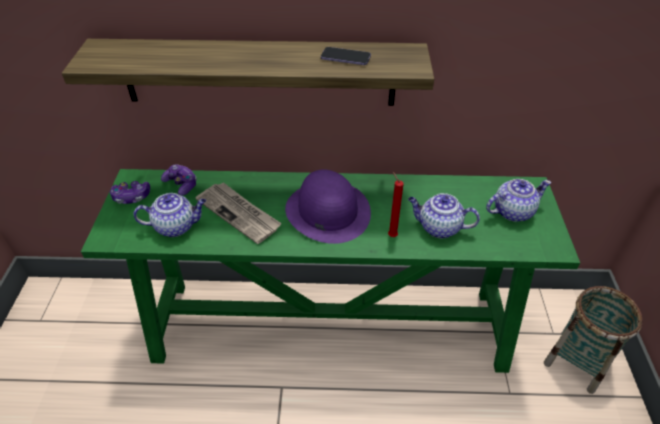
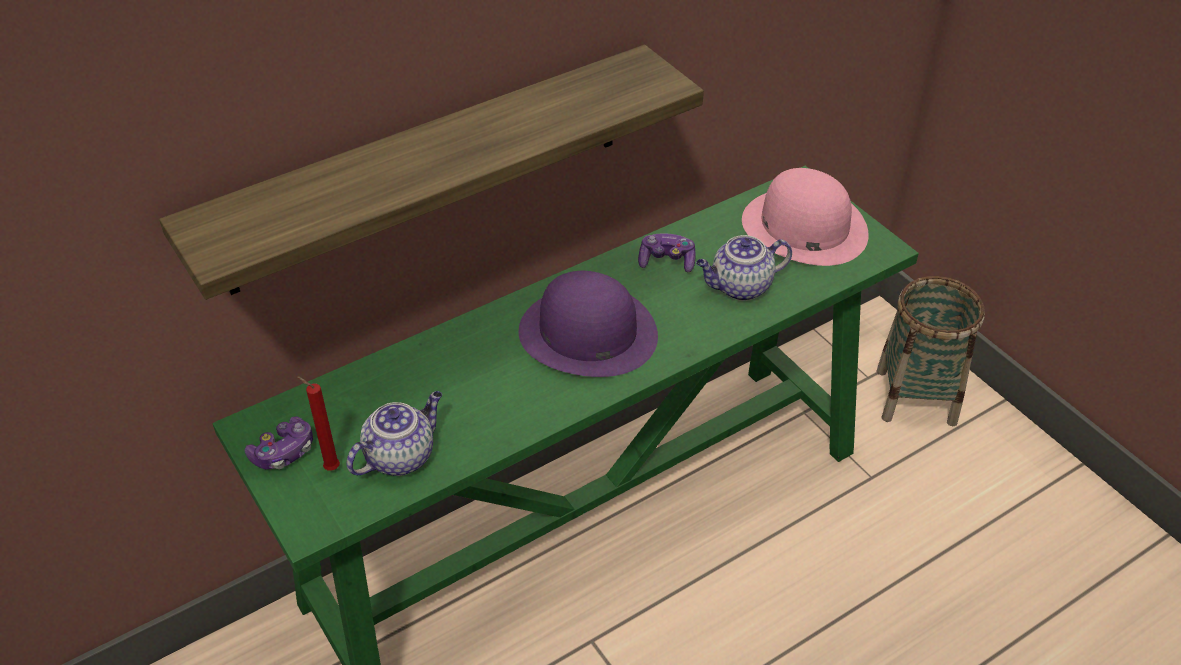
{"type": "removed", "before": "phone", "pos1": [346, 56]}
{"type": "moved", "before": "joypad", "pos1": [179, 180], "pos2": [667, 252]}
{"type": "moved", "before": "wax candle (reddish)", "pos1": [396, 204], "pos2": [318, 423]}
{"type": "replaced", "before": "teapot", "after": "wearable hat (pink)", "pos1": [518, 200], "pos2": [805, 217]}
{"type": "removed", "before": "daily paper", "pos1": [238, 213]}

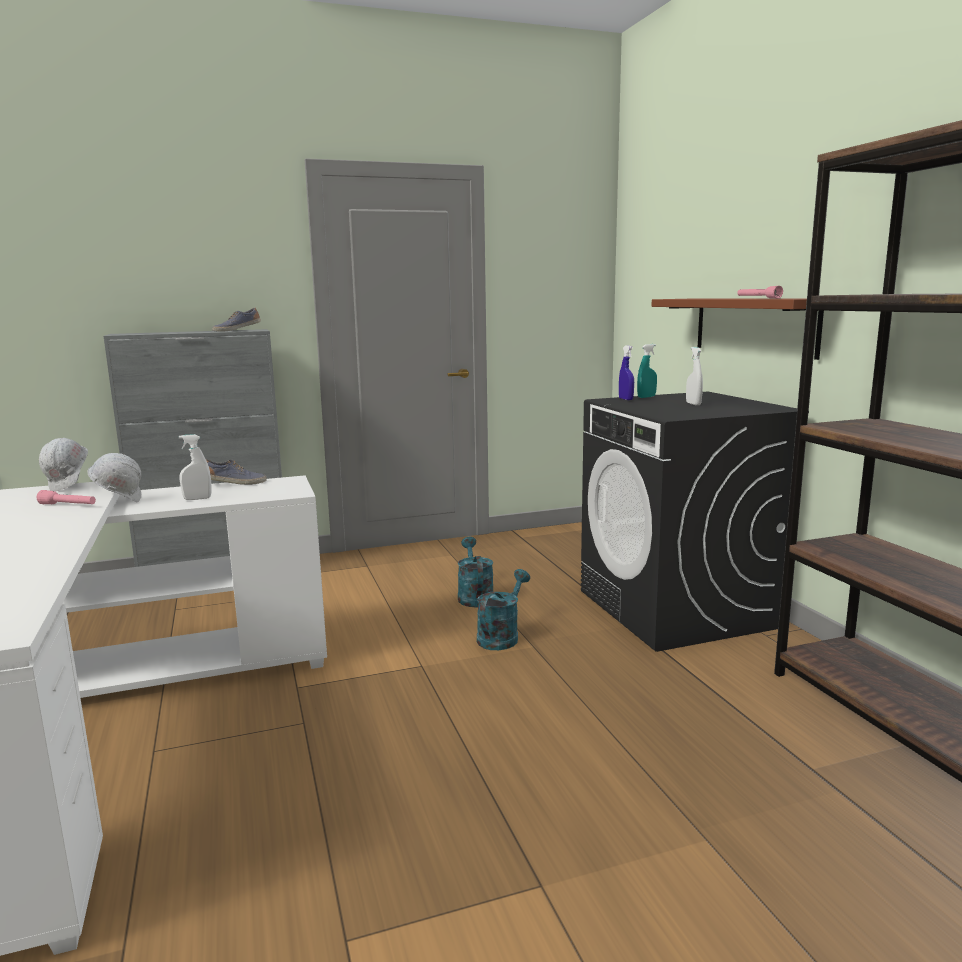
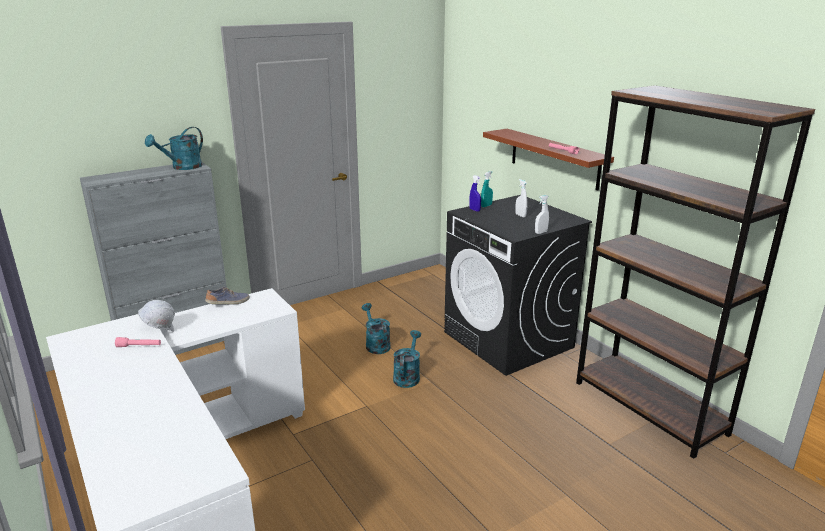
{"type": "replaced", "before": "low shoe", "after": "watering pot (blue-green)", "pos1": [236, 319], "pos2": [174, 148]}
{"type": "moved", "before": "hand sprayer (white-coloured)", "pos1": [195, 467], "pos2": [542, 214]}
{"type": "removed", "before": "work helmet (white-coloured)", "pos1": [63, 464]}

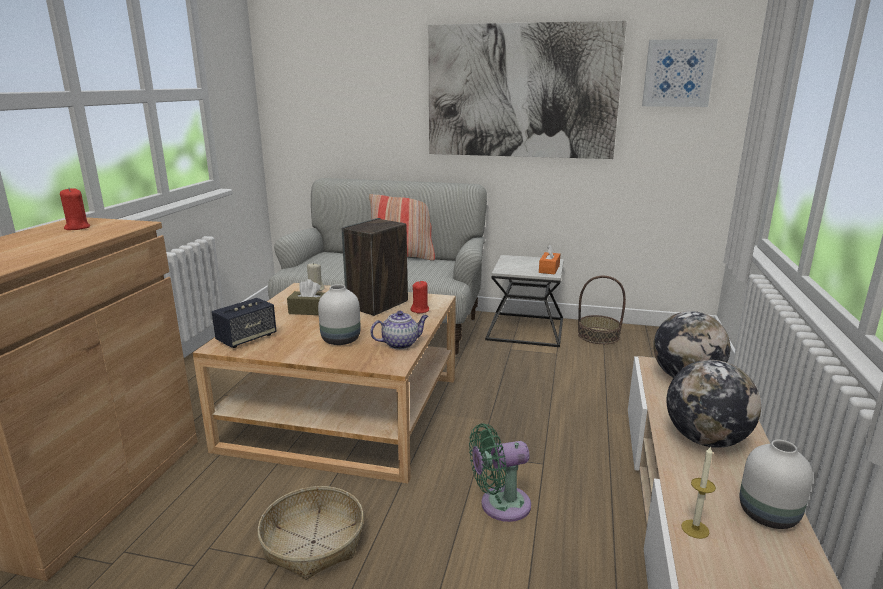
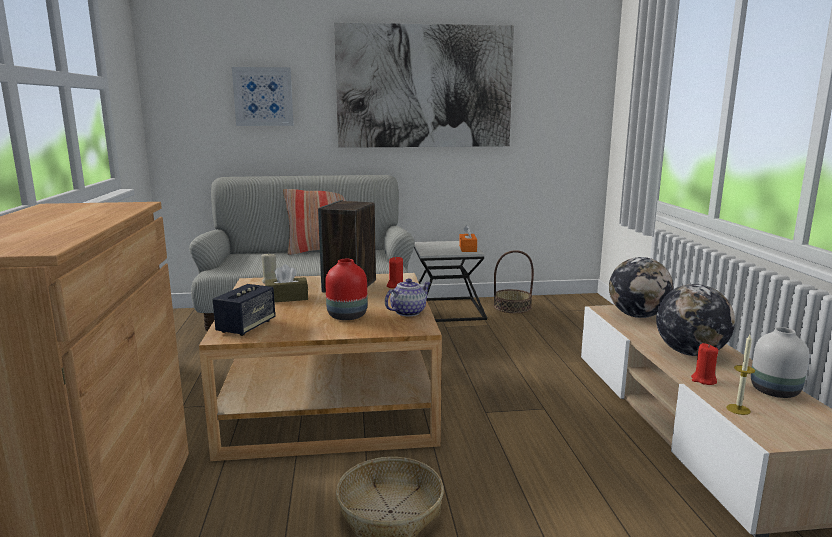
{"type": "moved", "before": "picture", "pos1": [680, 73], "pos2": [262, 96]}
{"type": "moved", "before": "wax candle (reddish)", "pos1": [75, 208], "pos2": [704, 364]}
{"type": "recoloured", "before": "flower vase (white-coloured)", "after": "flower vase (reddish)", "pos1": [339, 314], "pos2": [346, 289]}
{"type": "removed", "before": "fan (greenish)", "pos1": [500, 472]}

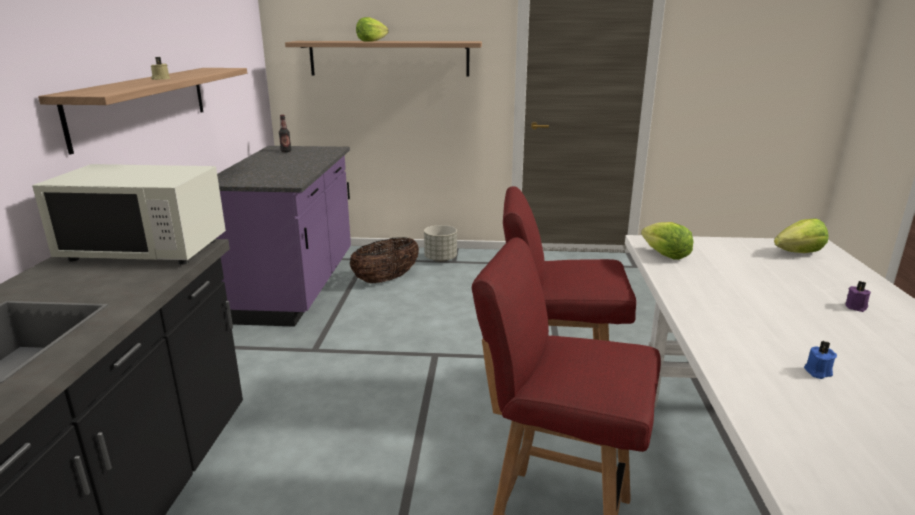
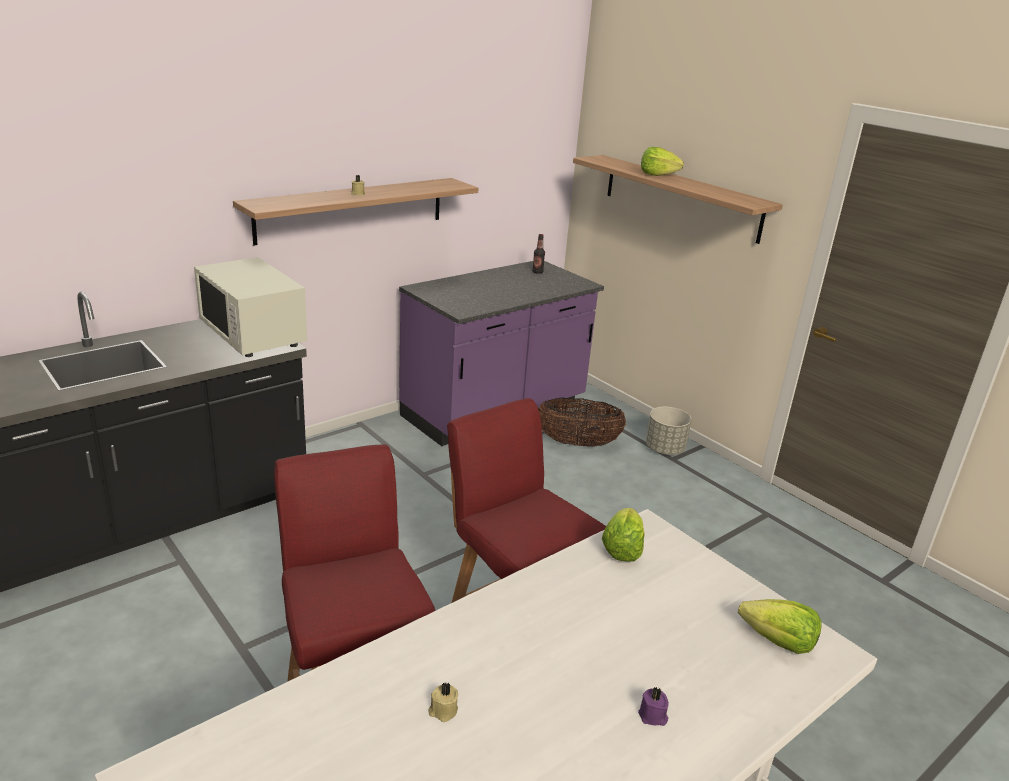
{"type": "recoloured", "before": "wax candle (bluish)", "after": "wax candle (beige-coloured)", "pos1": [820, 360], "pos2": [443, 702]}

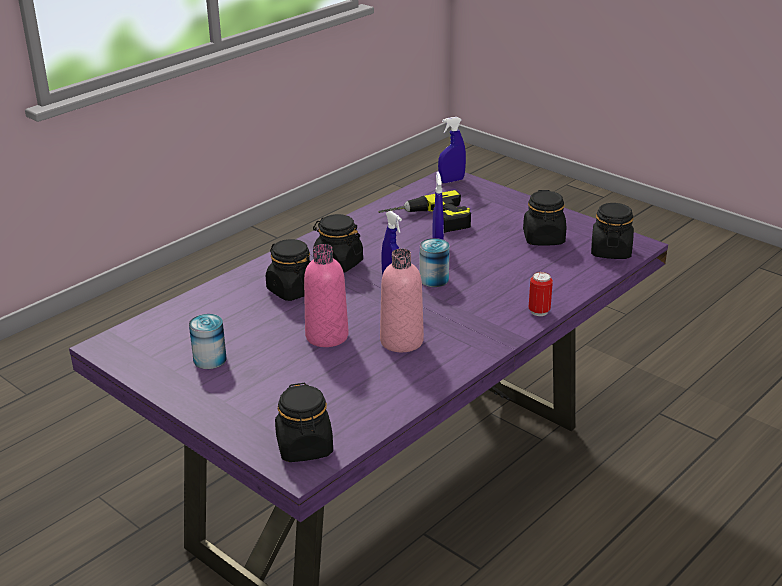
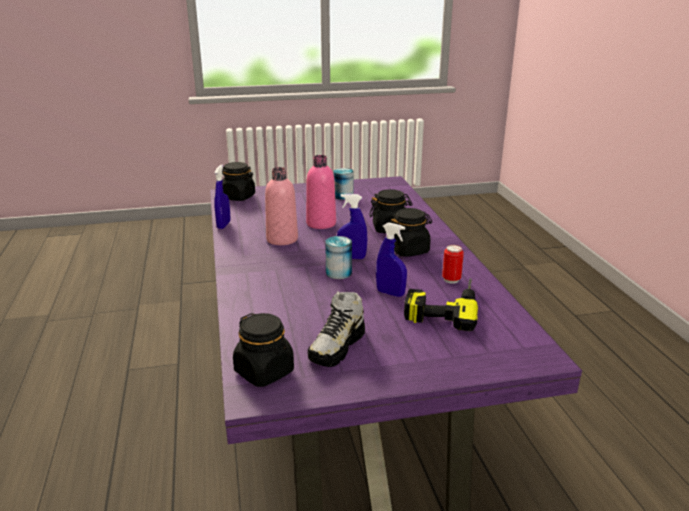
{"type": "moved", "before": "hand sprayer (bluish)", "pos1": [452, 150], "pos2": [222, 196]}
{"type": "replaced", "before": "storage jar (black-coloured)", "after": "low shoe", "pos1": [544, 218], "pos2": [336, 329]}
{"type": "moved", "before": "metal can", "pos1": [541, 294], "pos2": [453, 264]}

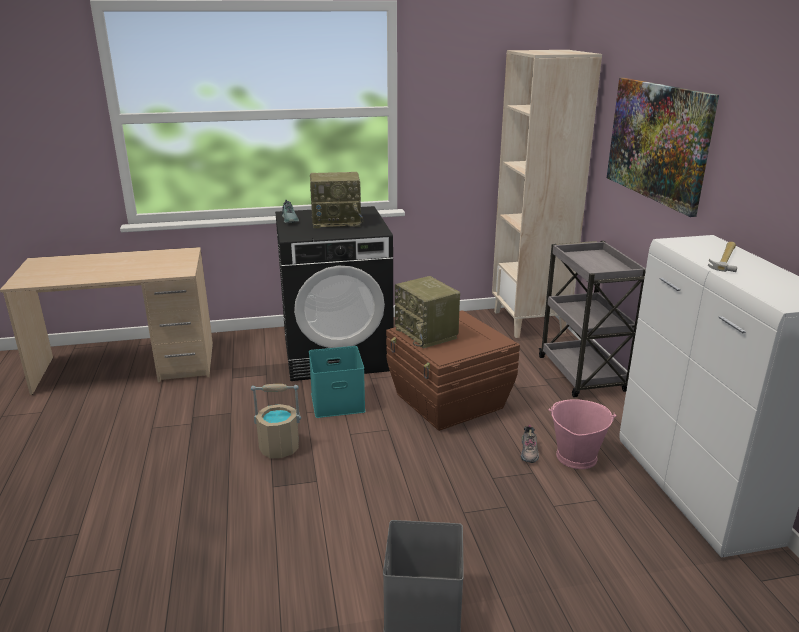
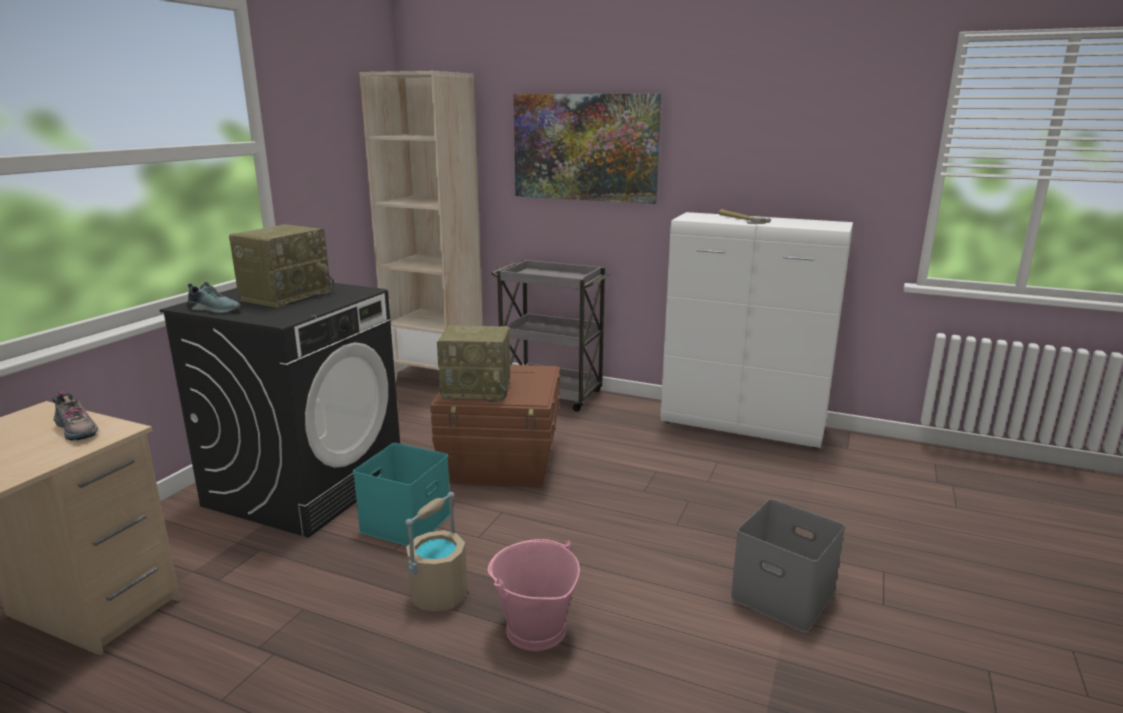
{"type": "moved", "before": "bucket (pink)", "pos1": [582, 434], "pos2": [533, 595]}
{"type": "moved", "before": "low shoe", "pos1": [530, 444], "pos2": [75, 416]}

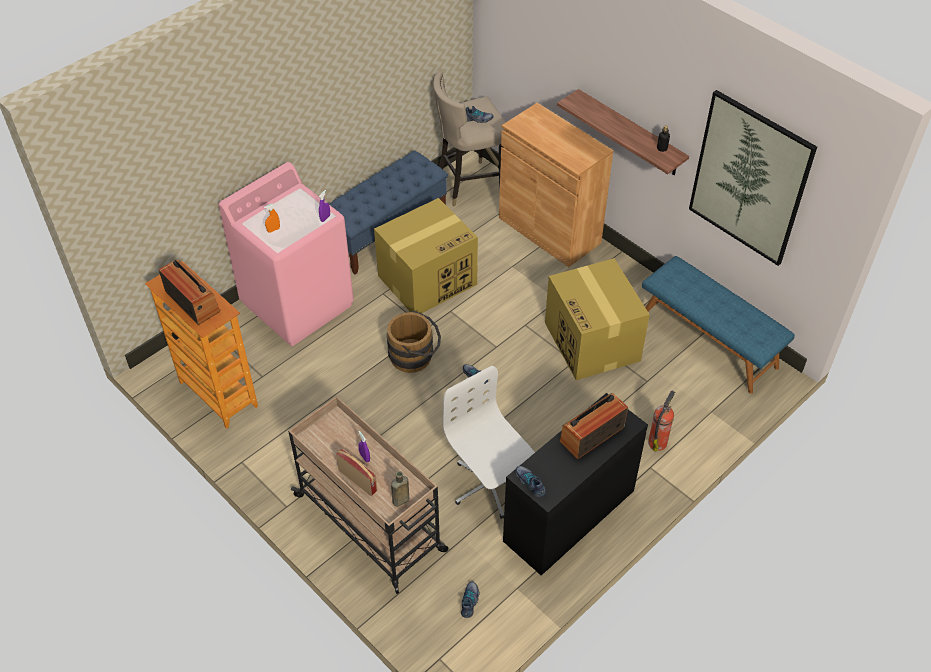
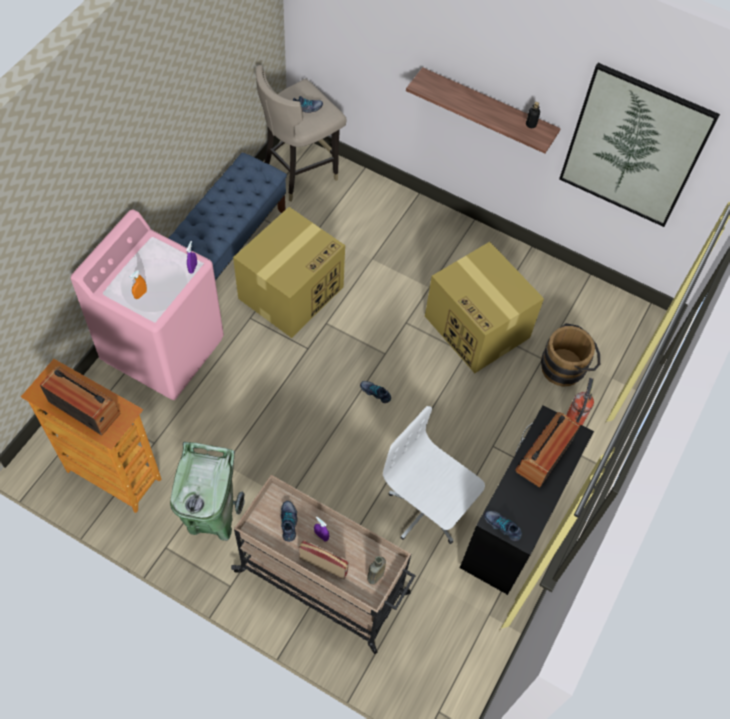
{"type": "removed", "before": "storage cabinet (brownish)", "pos1": [556, 185]}
{"type": "removed", "before": "bench (bluish)", "pos1": [718, 325]}
{"type": "moved", "before": "bucket (brownish)", "pos1": [414, 342], "pos2": [570, 354]}
{"type": "moved", "before": "low shoe", "pos1": [470, 600], "pos2": [289, 521]}
{"type": "added", "after": "waste bin (greenish)", "pos2": [207, 491]}

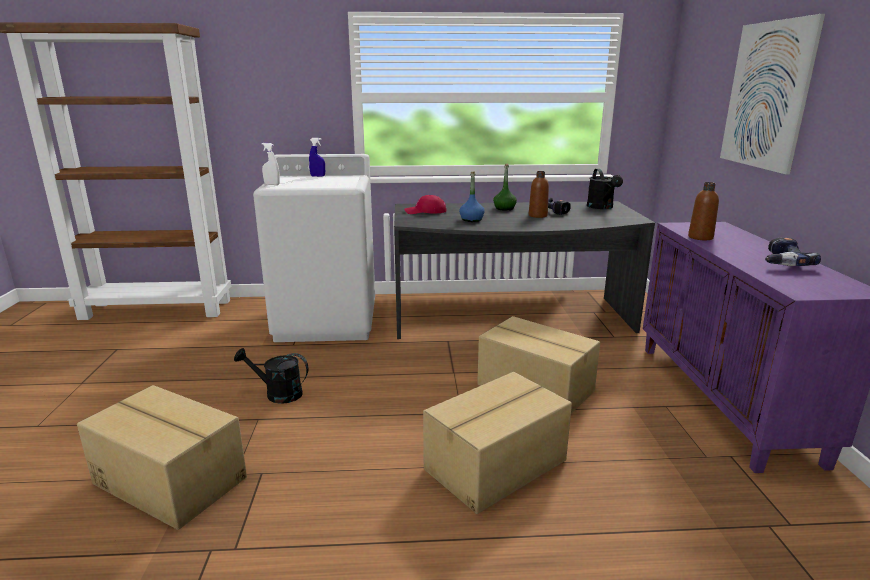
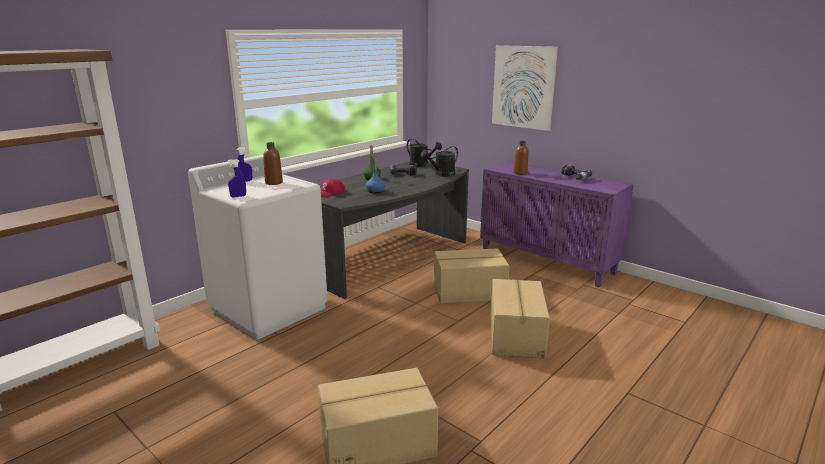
{"type": "recoloured", "before": "hand sprayer (white-coloured)", "after": "hand sprayer (bluish)", "pos1": [270, 164], "pos2": [236, 178]}
{"type": "moved", "before": "beverage bottle (brownish)", "pos1": [539, 194], "pos2": [273, 163]}
{"type": "moved", "before": "watering pot (black-coloured)", "pos1": [271, 376], "pos2": [439, 161]}

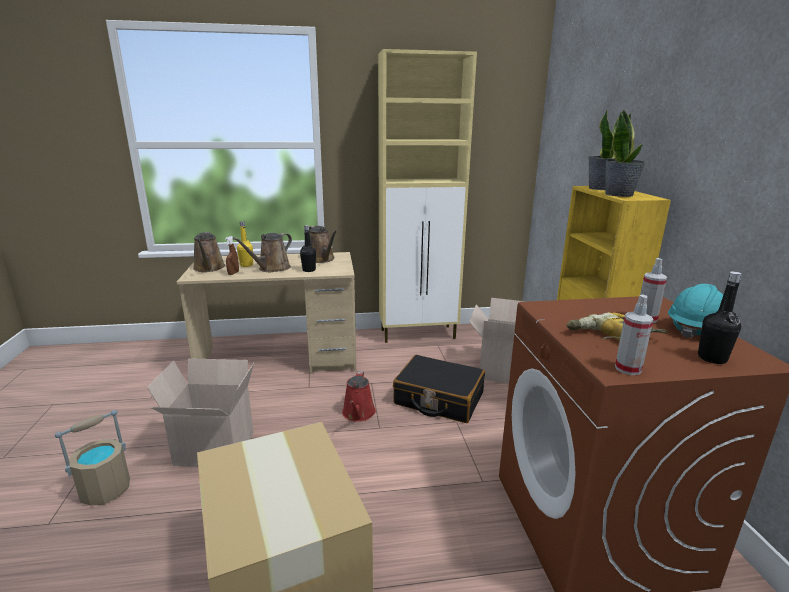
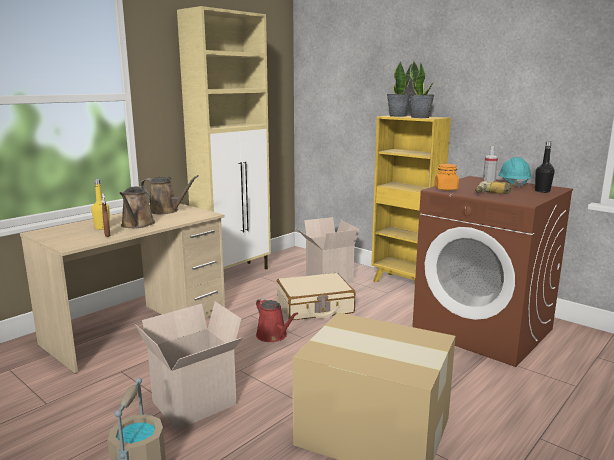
{"type": "removed", "before": "beverage bottle (black-coloured)", "pos1": [308, 248]}
{"type": "removed", "before": "watering pot (brownish)", "pos1": [209, 252]}
{"type": "removed", "before": "hand sprayer", "pos1": [634, 335]}
{"type": "recoloured", "before": "suitcase (black-coloured)", "after": "suitcase (beige-coloured)", "pos1": [439, 389], "pos2": [315, 296]}
{"type": "added", "after": "storage jar (orangey)", "pos2": [446, 177]}

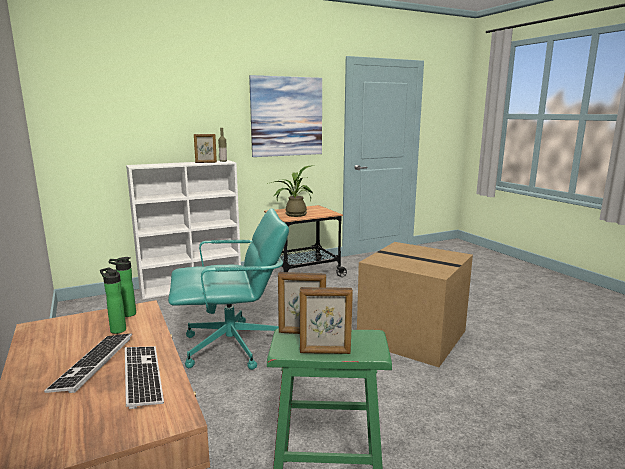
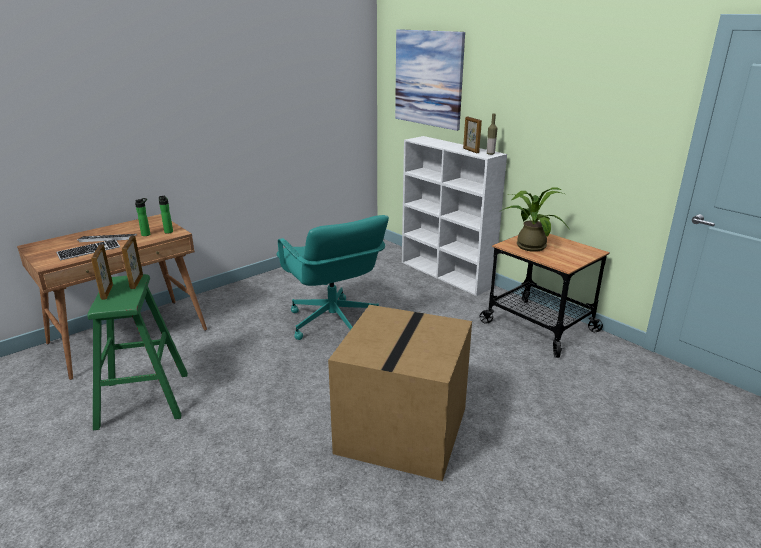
{"type": "moved", "before": "picture", "pos1": [285, 116], "pos2": [430, 80]}

